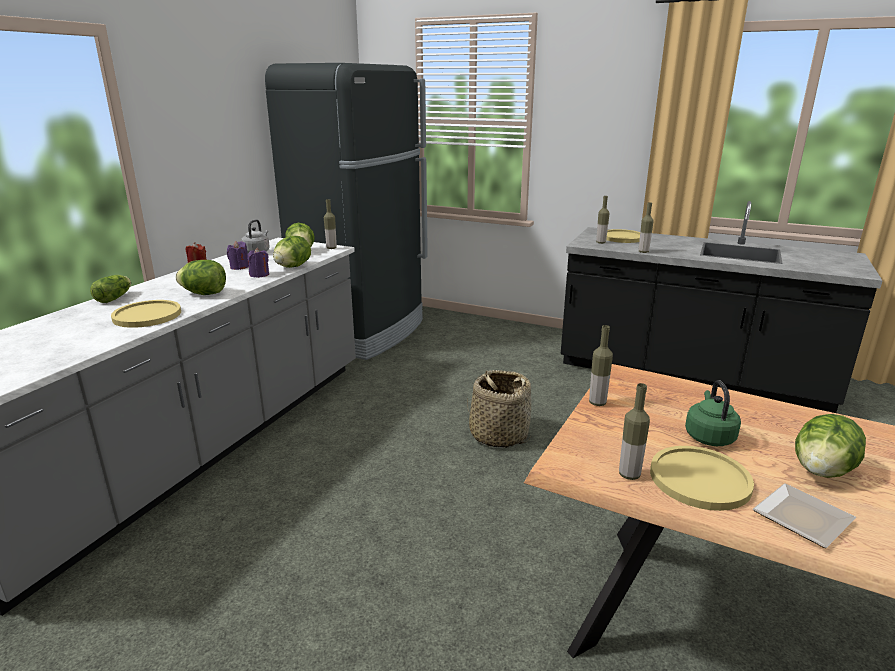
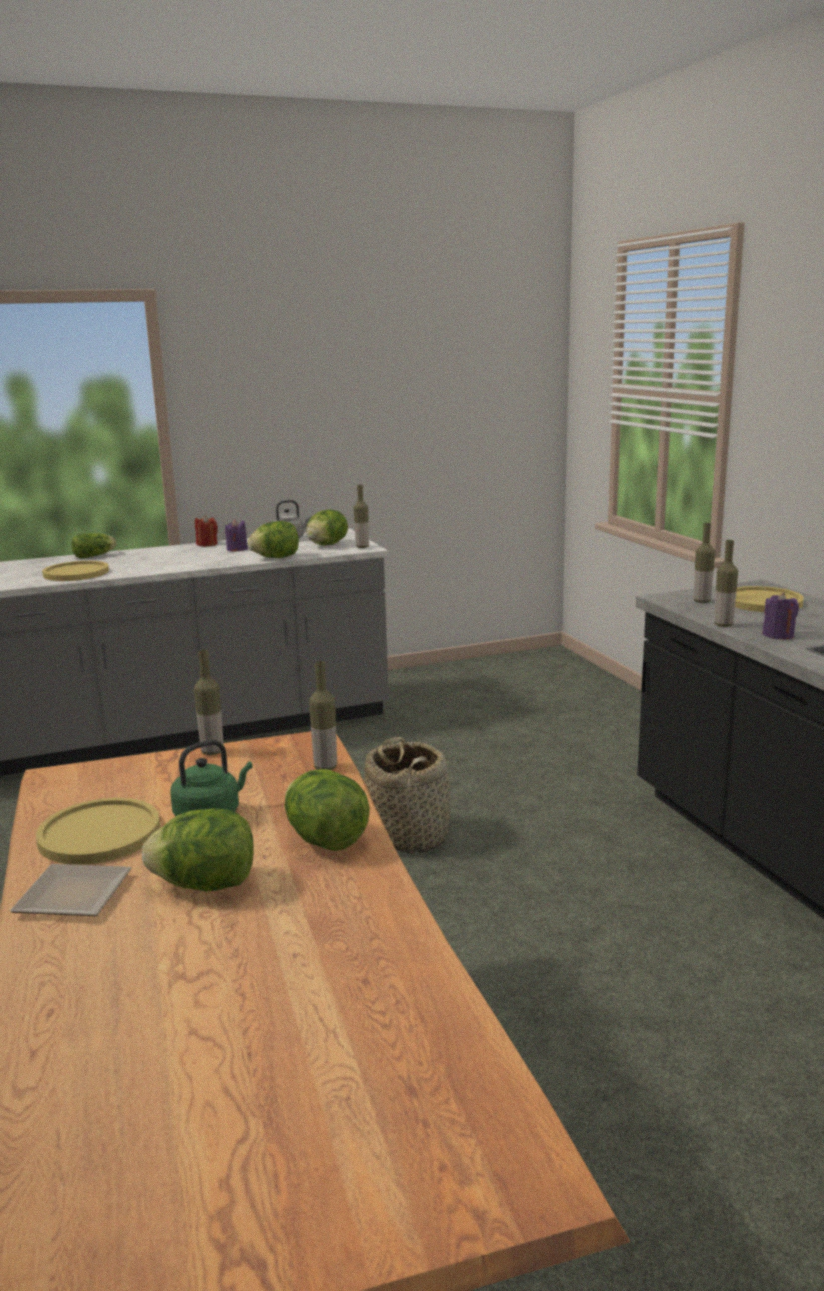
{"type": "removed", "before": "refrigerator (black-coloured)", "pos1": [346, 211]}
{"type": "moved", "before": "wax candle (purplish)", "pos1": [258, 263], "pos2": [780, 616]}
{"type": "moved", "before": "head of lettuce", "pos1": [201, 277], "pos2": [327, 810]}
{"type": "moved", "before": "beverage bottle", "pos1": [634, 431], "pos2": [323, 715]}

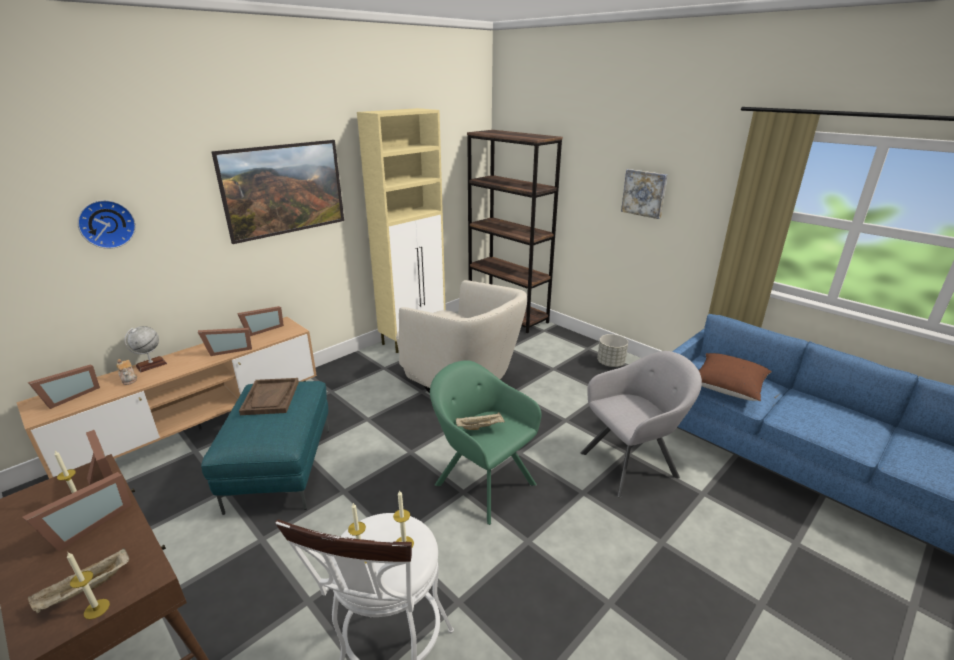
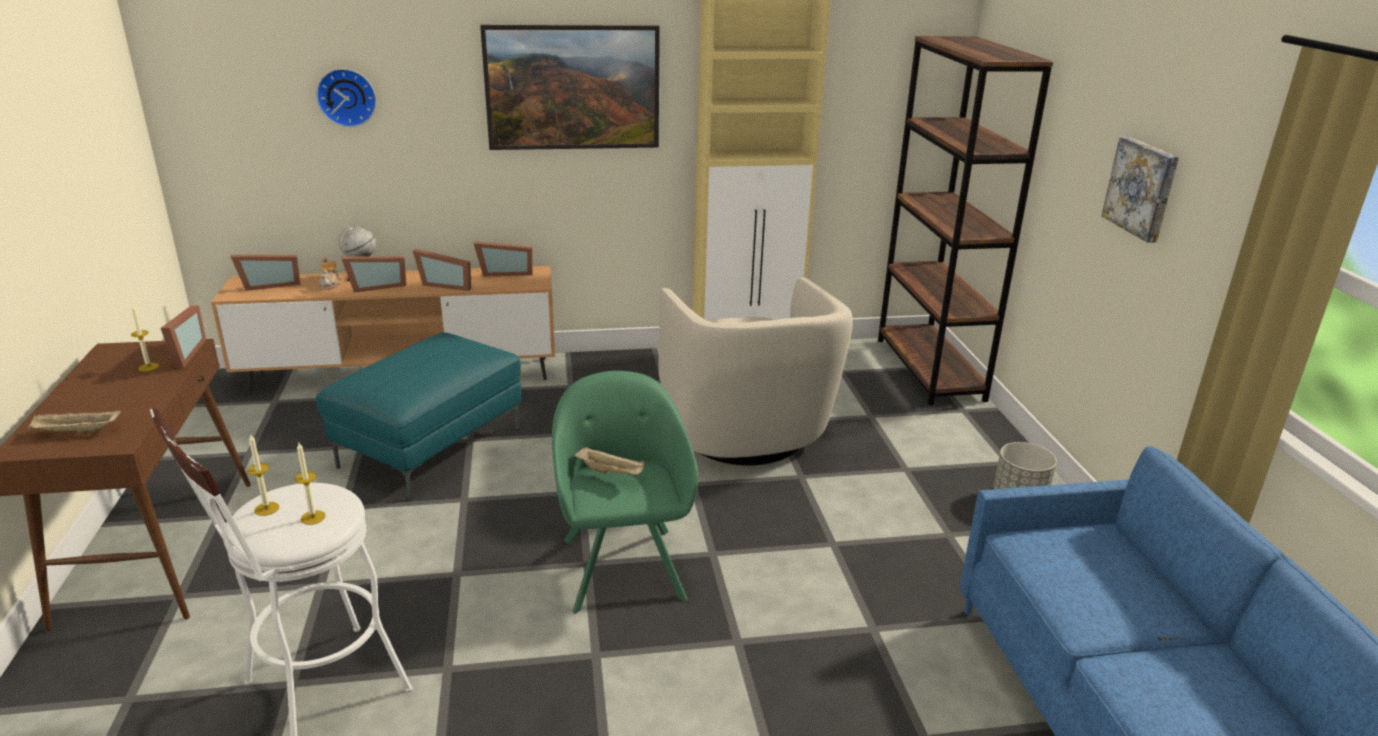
{"type": "removed", "before": "armchair (grey)", "pos1": [641, 424]}
{"type": "removed", "before": "pillow (brownish)", "pos1": [735, 377]}
{"type": "removed", "before": "carrying tray (brownish)", "pos1": [269, 396]}
{"type": "moved", "before": "picture frame", "pos1": [77, 511], "pos2": [373, 274]}
{"type": "removed", "before": "wax candle", "pos1": [88, 585]}

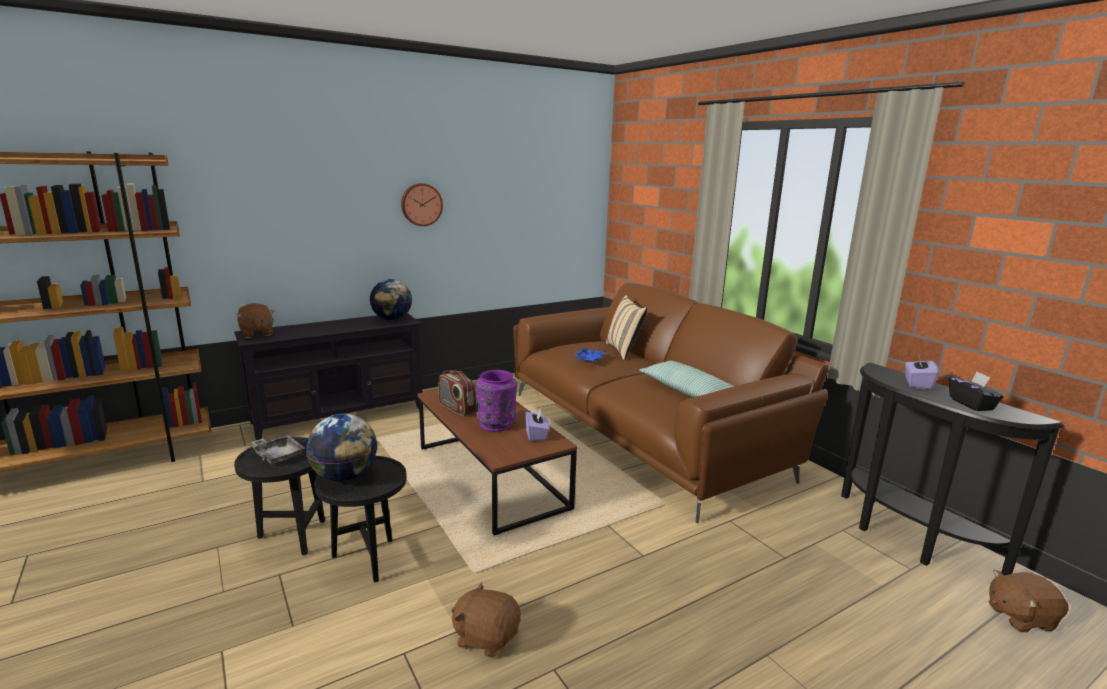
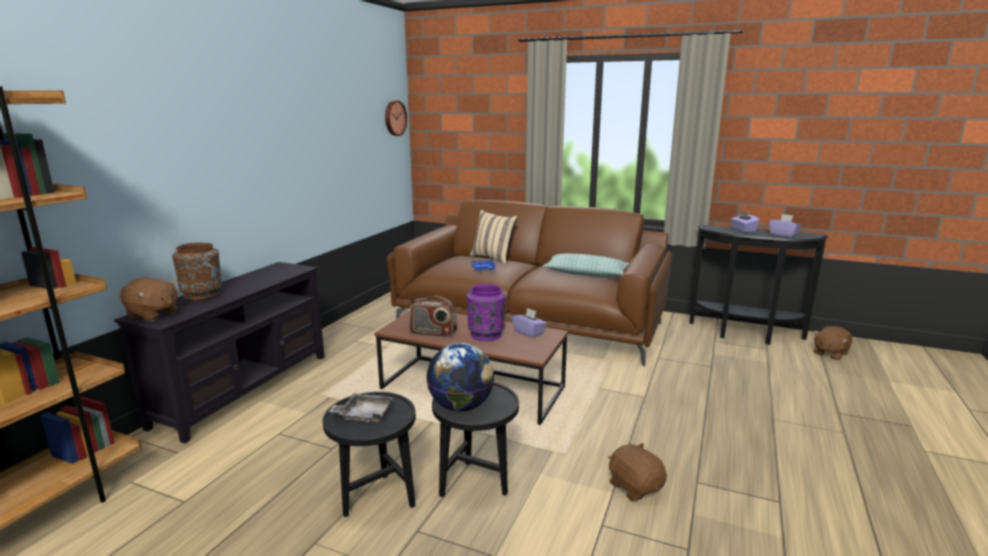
{"type": "moved", "before": "wall clock", "pos1": [422, 204], "pos2": [396, 118]}
{"type": "removed", "before": "desk globe", "pos1": [391, 299]}
{"type": "recoloured", "before": "box of tissues (black-coloured)", "after": "box of tissues (purplish)", "pos1": [976, 391], "pos2": [785, 225]}
{"type": "turned", "before": "soft toy (brownish)", "pos1": [486, 620], "pos2": [637, 472], "turn": 75}
{"type": "added", "after": "flower vase (brownish)", "pos2": [197, 271]}

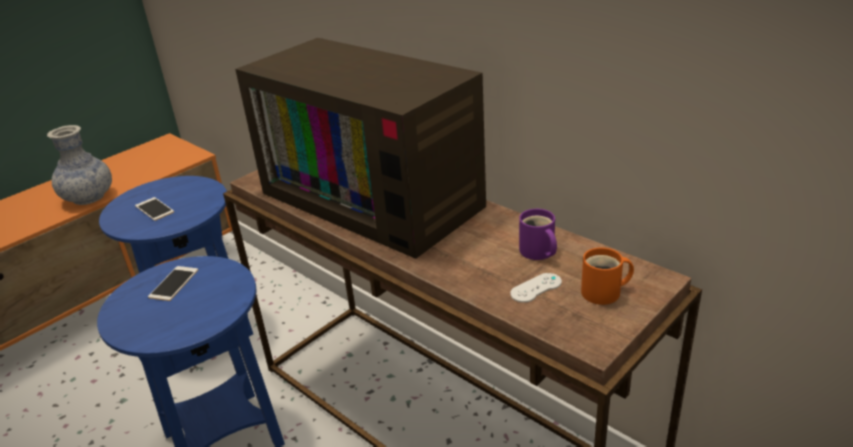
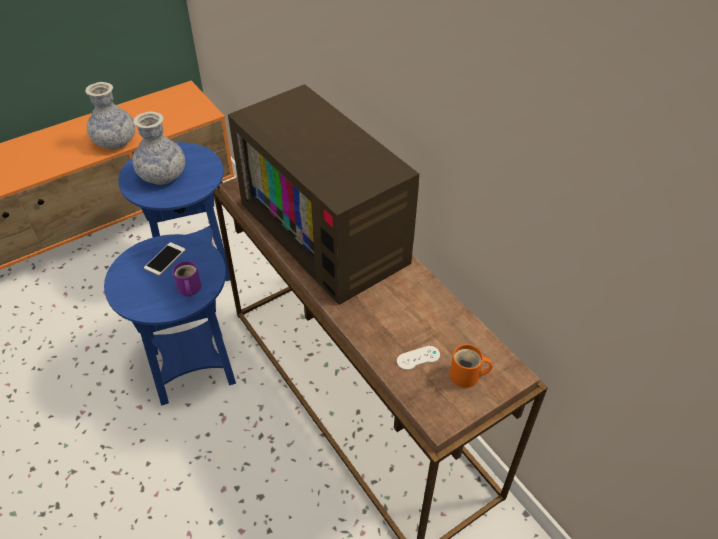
{"type": "replaced", "before": "phone", "after": "flower vase", "pos1": [154, 209], "pos2": [158, 148]}
{"type": "moved", "before": "tea mug (purplish)", "pos1": [538, 234], "pos2": [187, 279]}

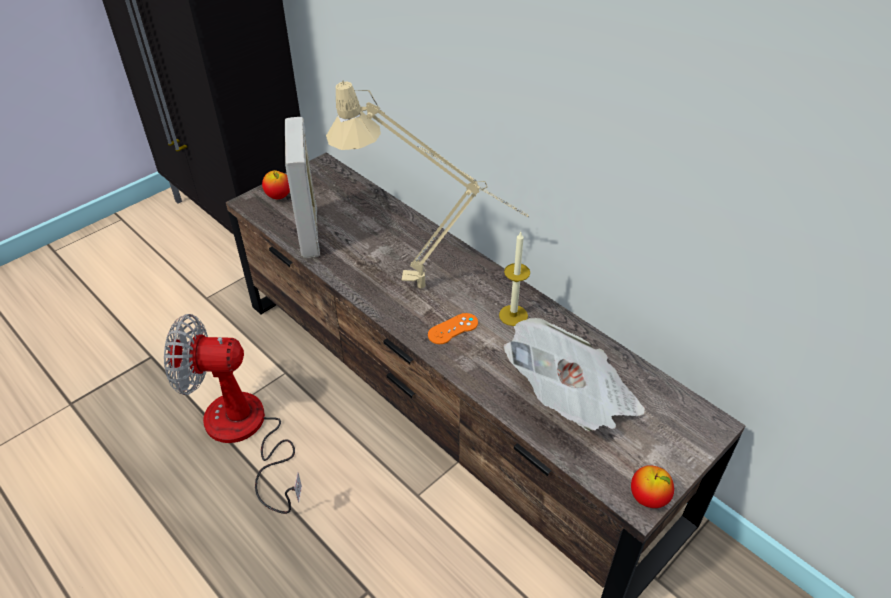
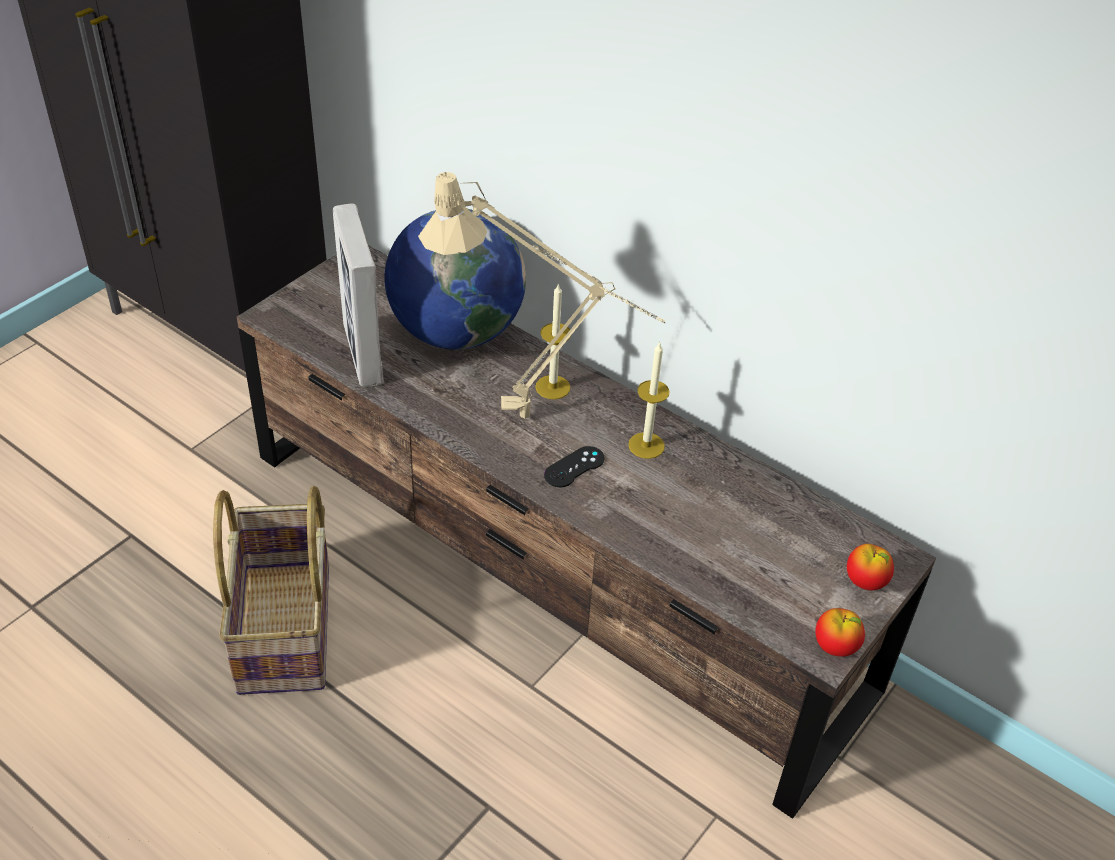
{"type": "moved", "before": "apple", "pos1": [276, 184], "pos2": [870, 567]}
{"type": "recoloured", "before": "joypad (orangey)", "after": "joypad (black-coloured)", "pos1": [453, 328], "pos2": [574, 466]}
{"type": "replaced", "before": "fan", "after": "storage basket", "pos1": [233, 414], "pos2": [271, 590]}
{"type": "removed", "before": "daily paper", "pos1": [574, 375]}
{"type": "added", "after": "desk globe", "pos2": [455, 279]}
{"type": "added", "after": "wax candle", "pos2": [553, 341]}

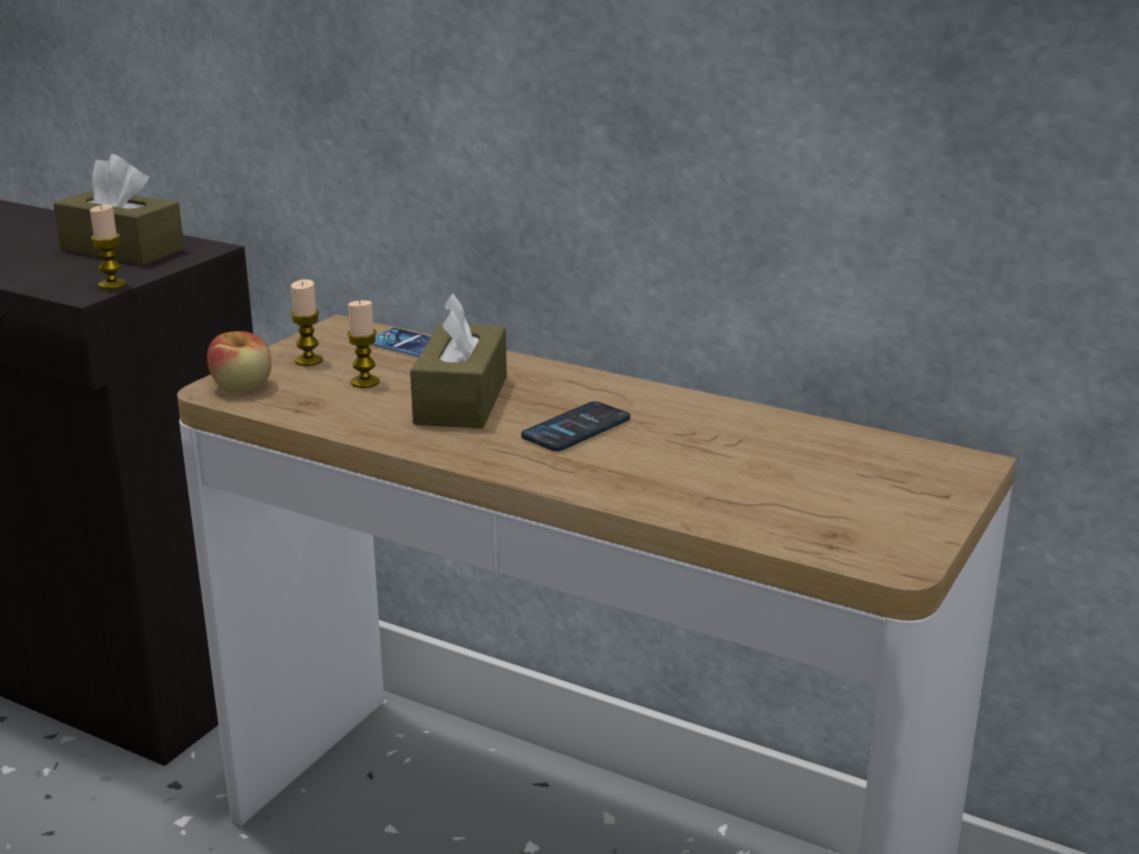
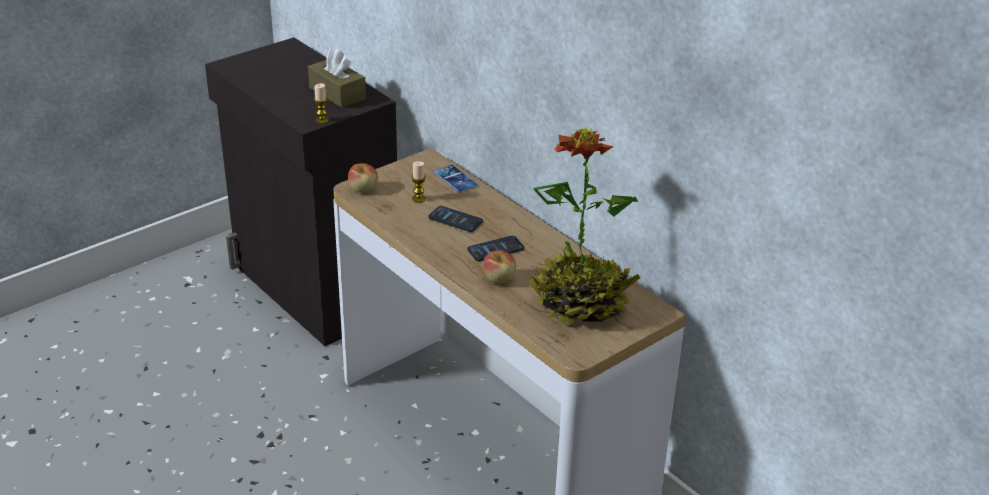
{"type": "removed", "before": "wax candle", "pos1": [306, 322]}
{"type": "replaced", "before": "box of tissues (brownish)", "after": "phone", "pos1": [458, 361], "pos2": [455, 219]}
{"type": "added", "after": "potted plant", "pos2": [583, 226]}
{"type": "added", "after": "apple", "pos2": [499, 267]}

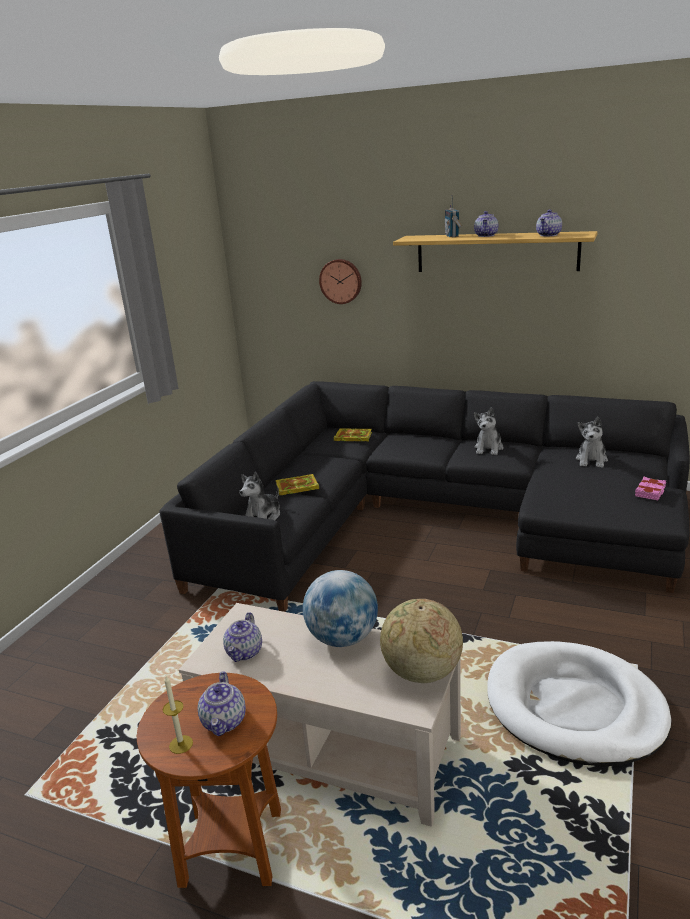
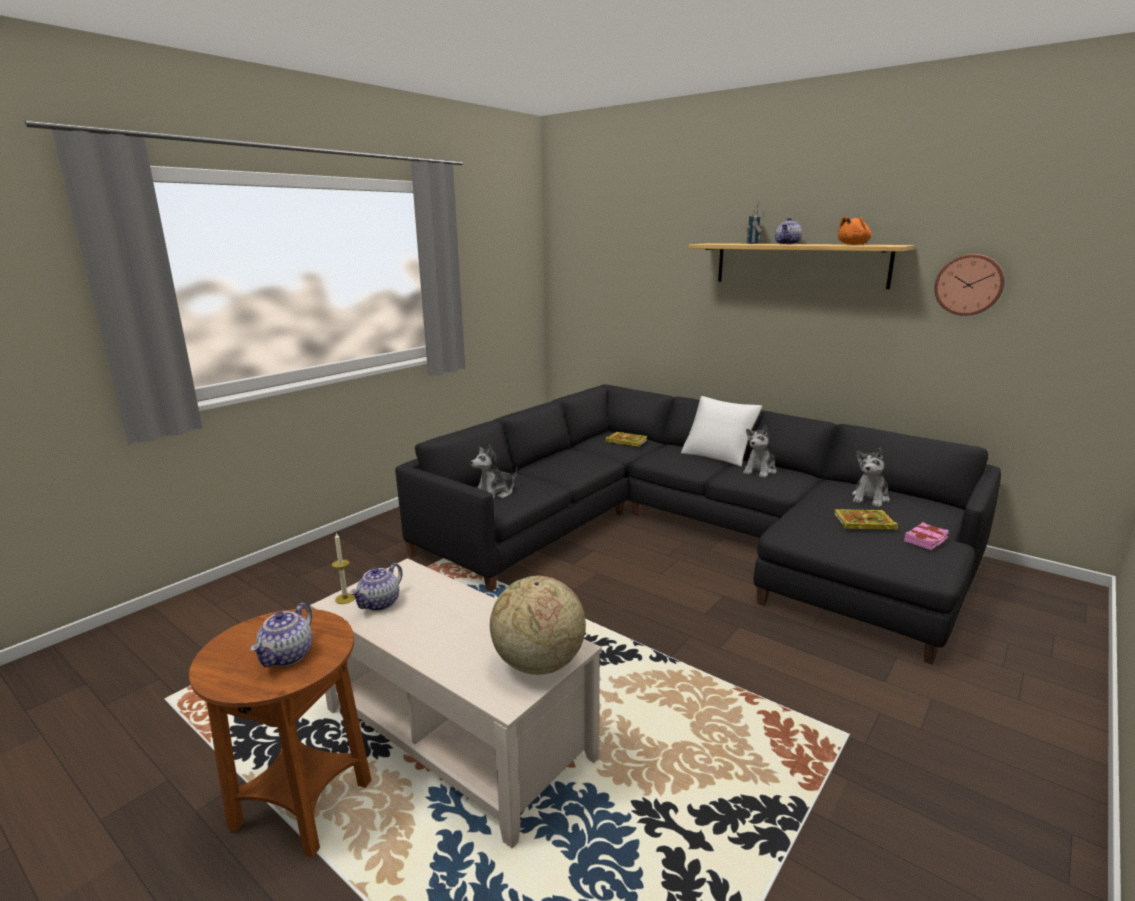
{"type": "replaced", "before": "teapot", "after": "soft toy (orangey)", "pos1": [549, 222], "pos2": [854, 230]}
{"type": "moved", "before": "wall clock", "pos1": [340, 281], "pos2": [969, 285]}
{"type": "moved", "before": "book", "pos1": [297, 485], "pos2": [866, 519]}
{"type": "removed", "before": "desk globe", "pos1": [340, 608]}
{"type": "removed", "before": "dog bed (white-coloured)", "pos1": [580, 703]}
{"type": "moved", "before": "wax candle", "pos1": [178, 715], "pos2": [343, 568]}
{"type": "added", "after": "pillow (white-coloured)", "pos2": [721, 431]}

